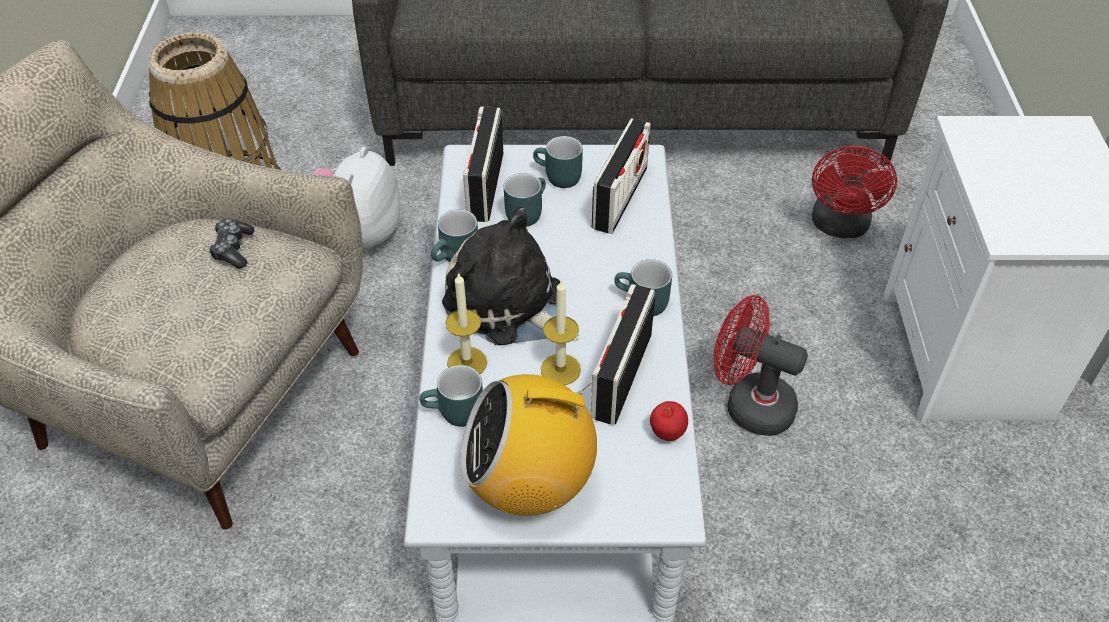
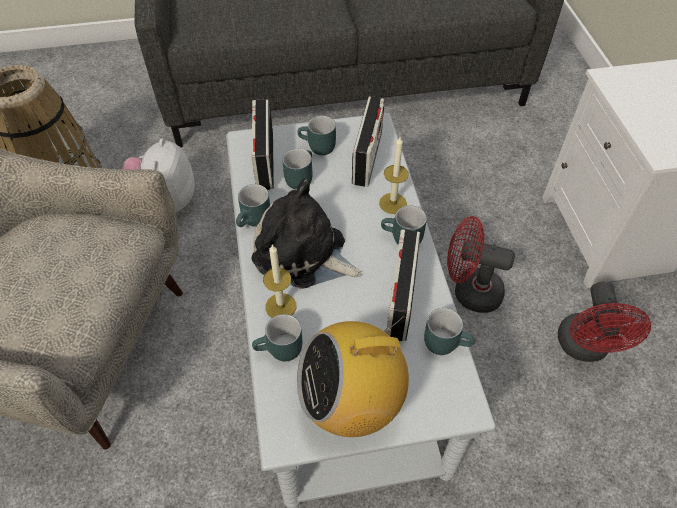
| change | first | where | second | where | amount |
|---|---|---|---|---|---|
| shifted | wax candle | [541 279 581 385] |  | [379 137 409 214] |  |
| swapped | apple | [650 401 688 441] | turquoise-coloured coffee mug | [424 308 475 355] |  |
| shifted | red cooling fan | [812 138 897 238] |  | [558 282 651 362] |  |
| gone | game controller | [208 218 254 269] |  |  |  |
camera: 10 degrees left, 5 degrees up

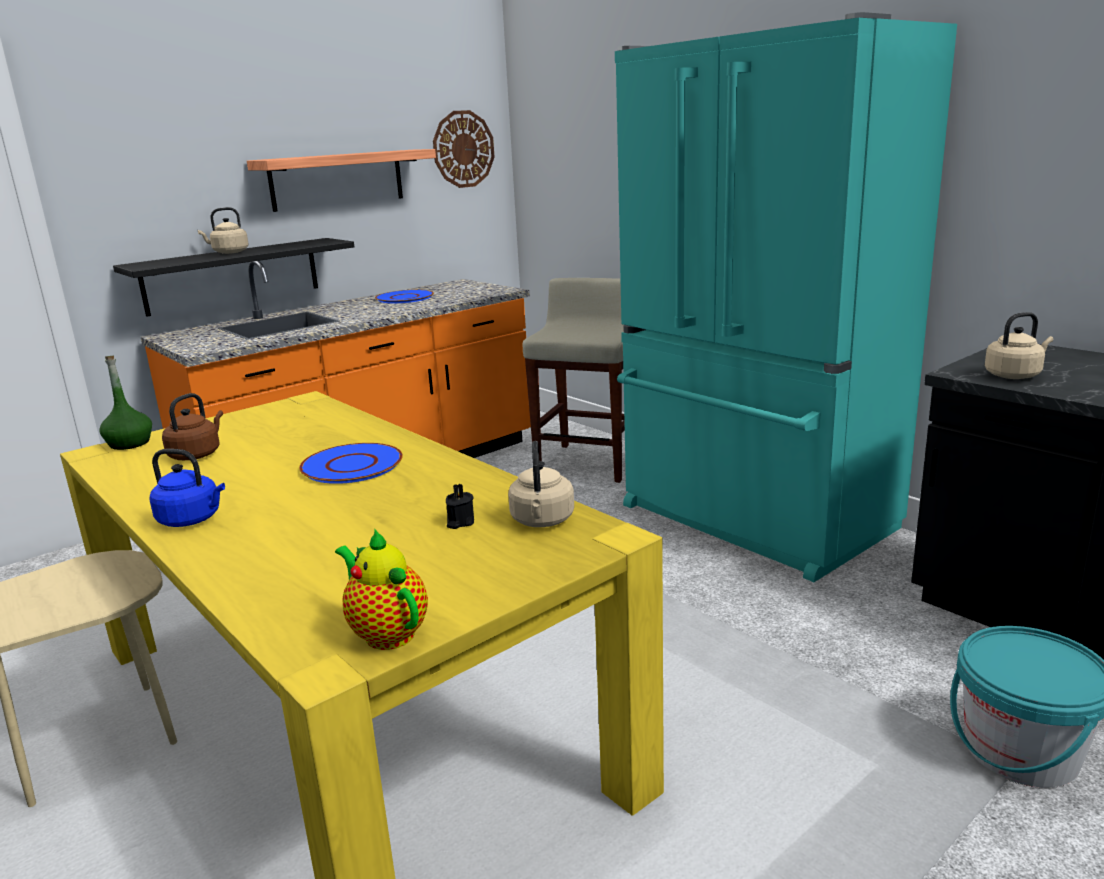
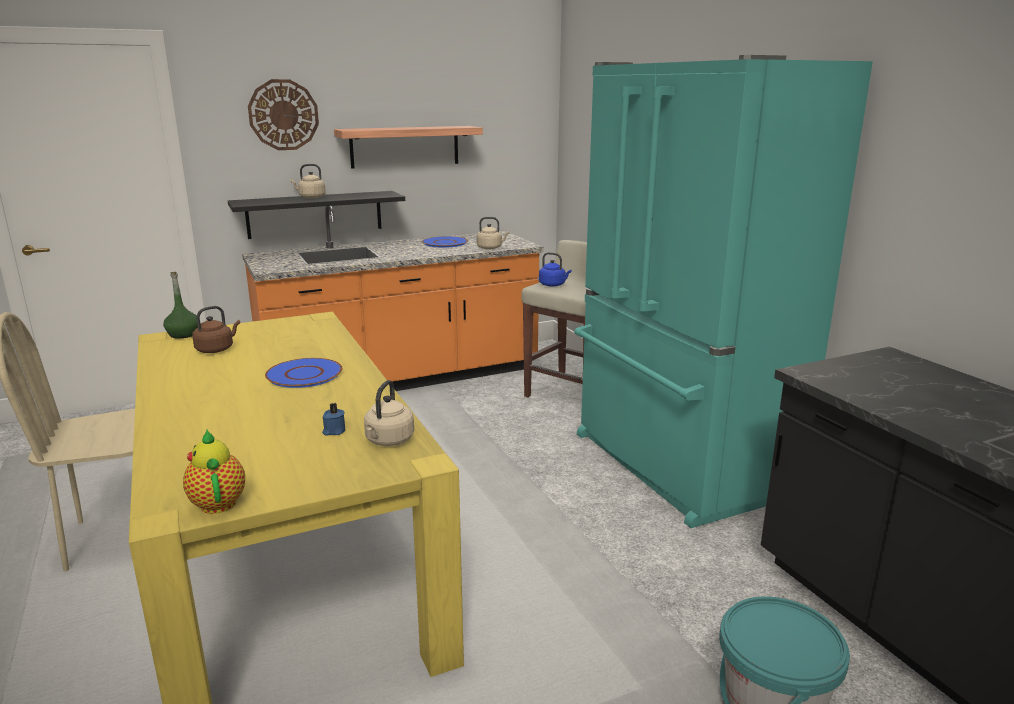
| change | first | where | second | where | amount |
|---|---|---|---|---|---|
| shifted | clock on the wall | [433 110 495 188] |  | [248 79 319 150] |  |
| repainted | blackish wax candle | [446 484 474 529] | blue wax candle | [322 403 345 436] |  |
| shifted | beige-coloured tea kettle | [985 312 1053 379] |  | [476 217 510 249] |  |
| shifted | blue tea kettle | [149 449 225 527] |  | [539 252 572 287] |  |
camera: 15 degrees right, 0 degrees up

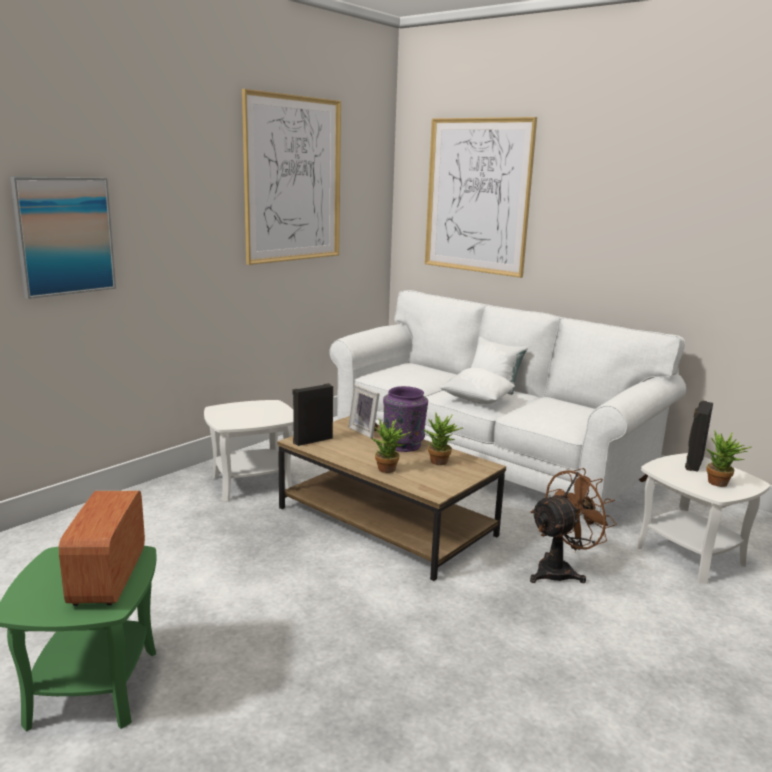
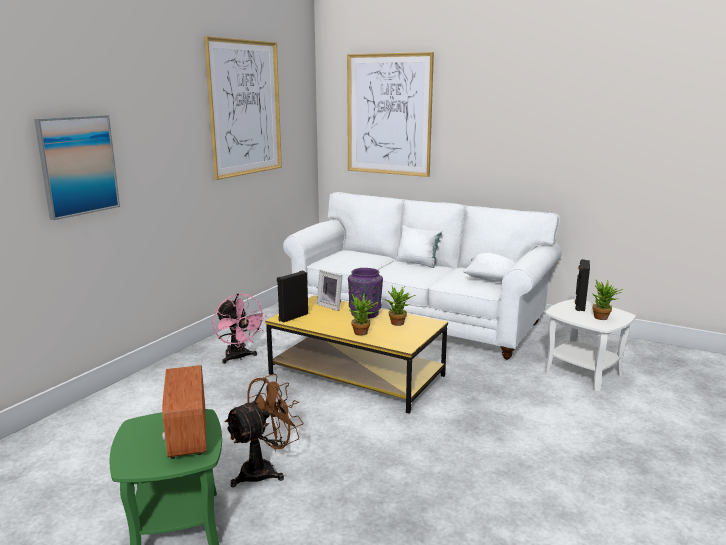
| change | first | where | second | where | amount |
|---|---|---|---|---|---|
| swapped | white-coloured accent table | [204 400 293 501] | pink-coloured cooling fan | [213 294 267 364] |  |
| shifted | brown cooling fan | [530 468 617 583] |  | [224 374 303 487] |  |
| repainted | brown low table | [277 416 506 581] | yellow-coloured low table | [265 295 448 413] |  |
| shifted | white-coloured throw pillow | [440 368 515 404] |  | [462 253 516 282] |  |
camera: 10 degrees left, 0 degrees up

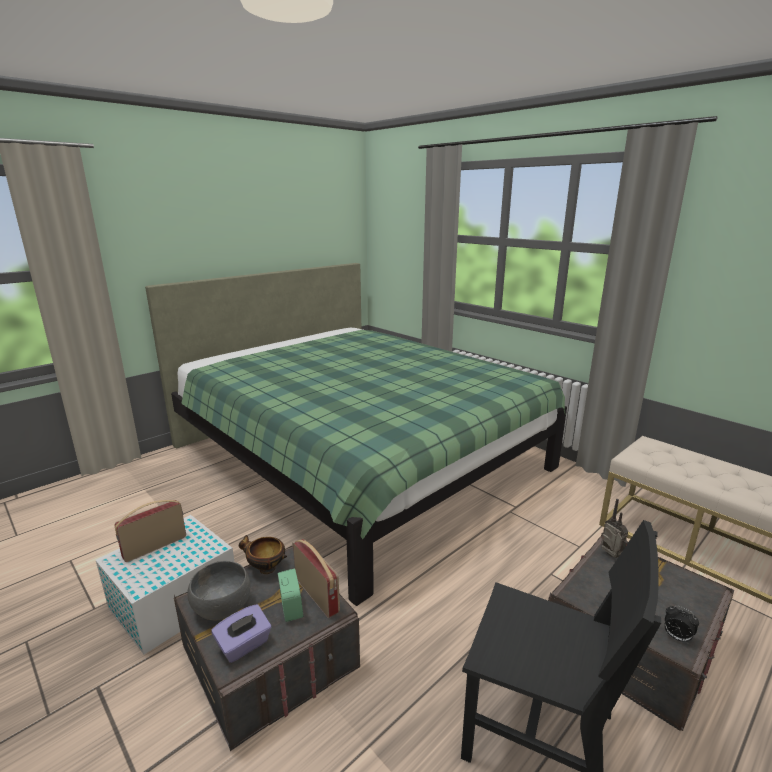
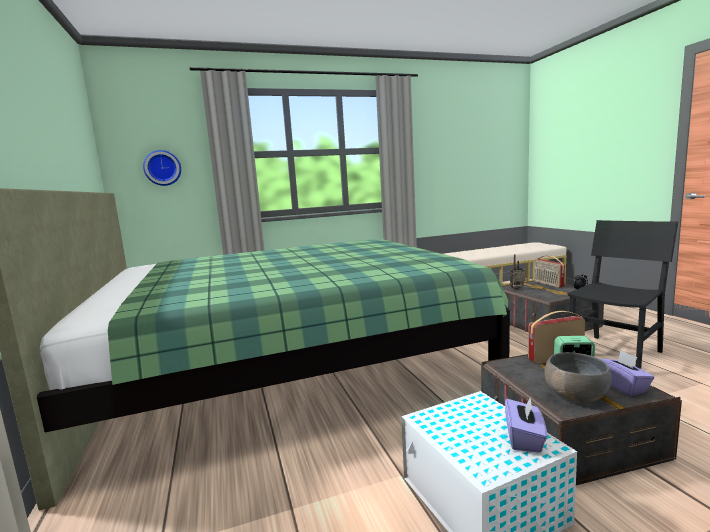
| change | first | where | second | where | amount |
|---|---|---|---|---|---|
| new |  |  | clock on the wall | [143 150 181 186] |  |
| new |  |  | purplish tissue holder | [505 396 547 453] |  |
| shifted | radio | [115 500 186 562] |  | [534 256 565 288] |  |
| gone | serving bowl | [239 535 287 574] |  |  |  |
camera: 65 degrees left, 10 degrees down

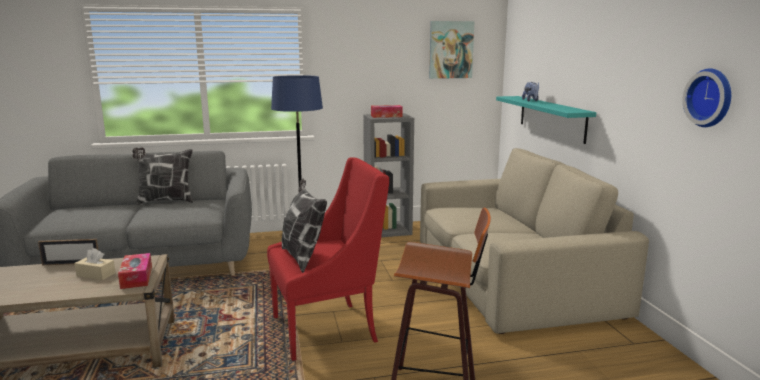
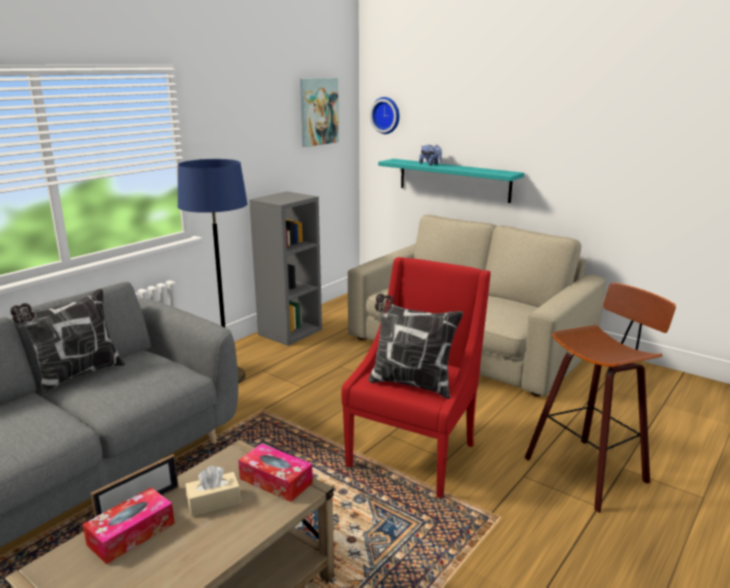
| change | first | where | second | where | amount |
|---|---|---|---|---|---|
| shifted | tissue holder | [371 105 403 118] |  | [82 487 175 565] |  |
| shifted | clock on the wall | [682 68 731 127] |  | [370 97 400 134] |  |
camera: 40 degrees left, 5 degrees up

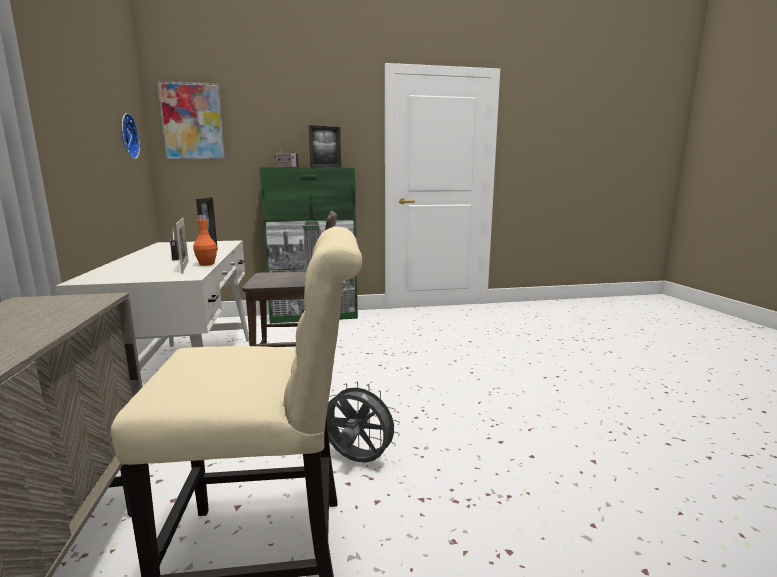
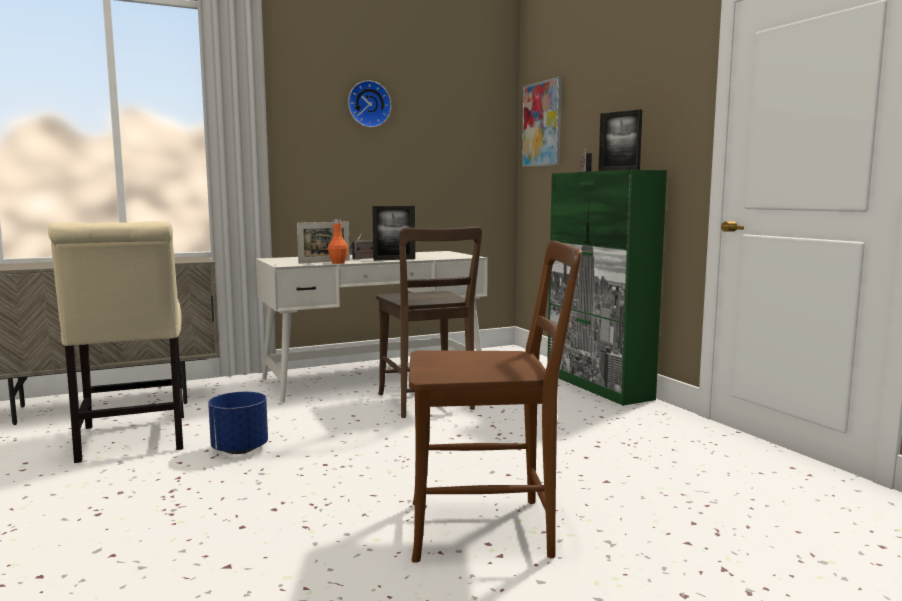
| change | first | where | second | where | amount |
|---|---|---|---|---|---|
| swapped | gray cooling fan | [327 381 400 462] | blue flower pot | [208 392 268 454] |  |
| shifted | clock on the wall | [121 113 140 159] |  | [348 80 391 127] |  |
| new |  |  | brown chair | [409 241 582 563] |  |
camera: 75 degrees right, 5 degrees down

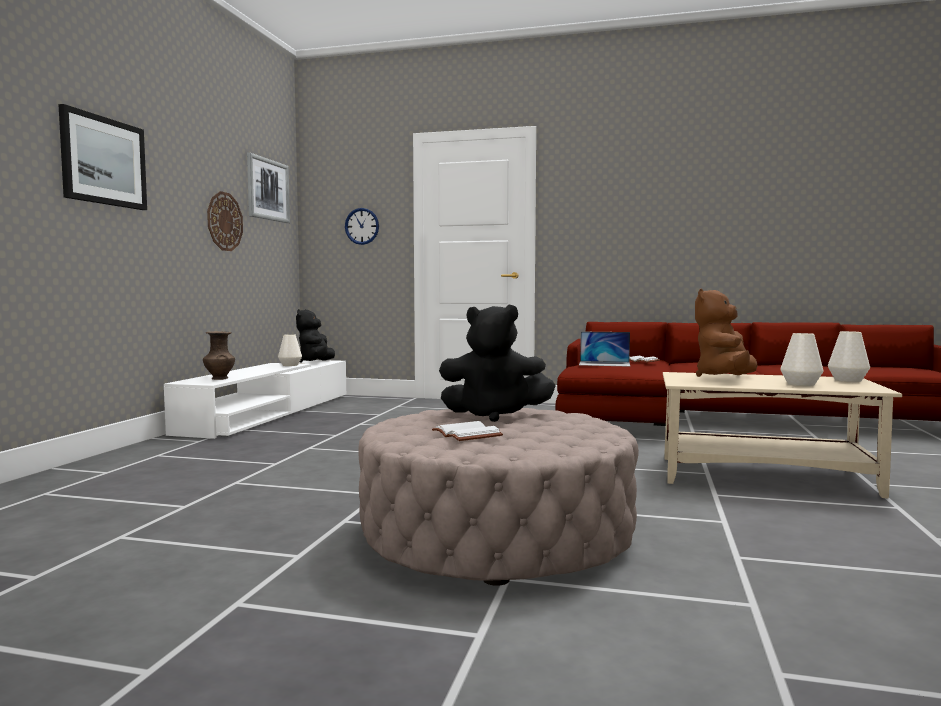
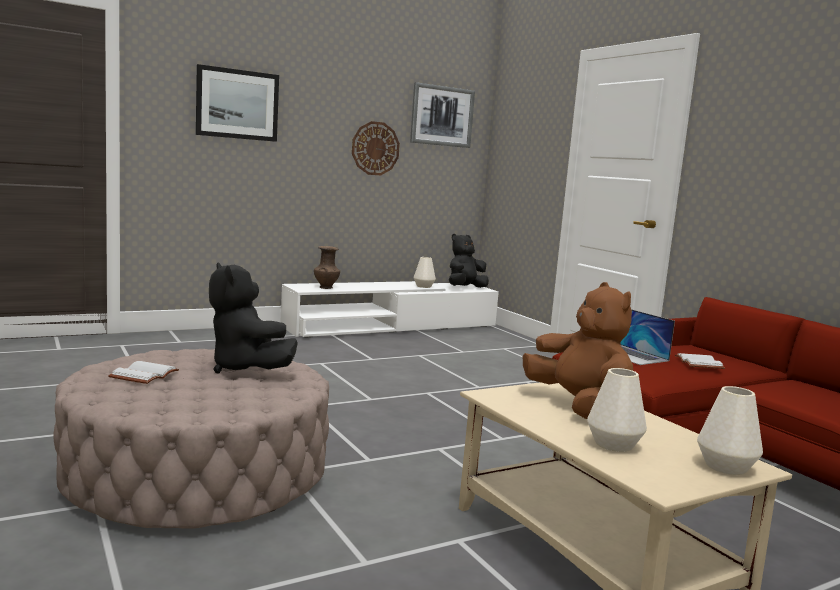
| change | first | where | second | where | amount |
|---|---|---|---|---|---|
| rotated | brown soft toy | [695 288 758 377] |  | [523 282 633 419] | 75 degrees clockwise |
| gone | clock on the wall | [345 208 379 245] |  |  |  |
camera: 45 degrees right, 5 degrees up

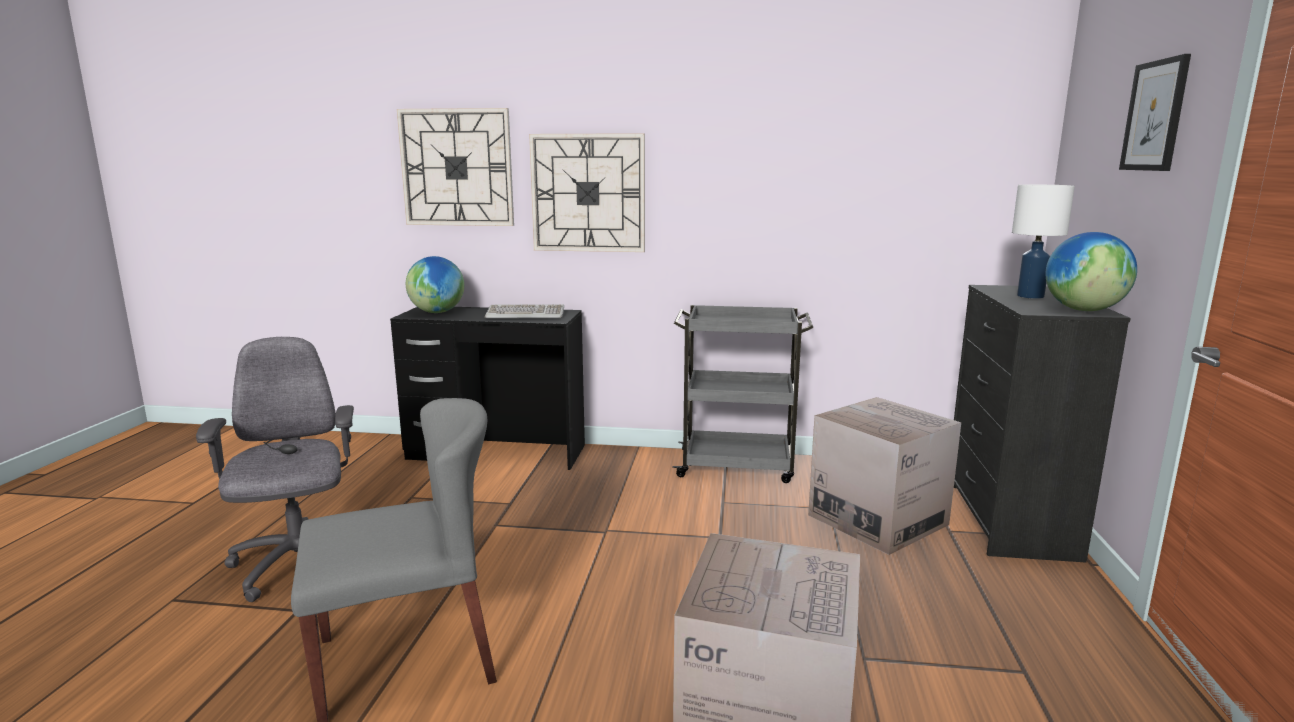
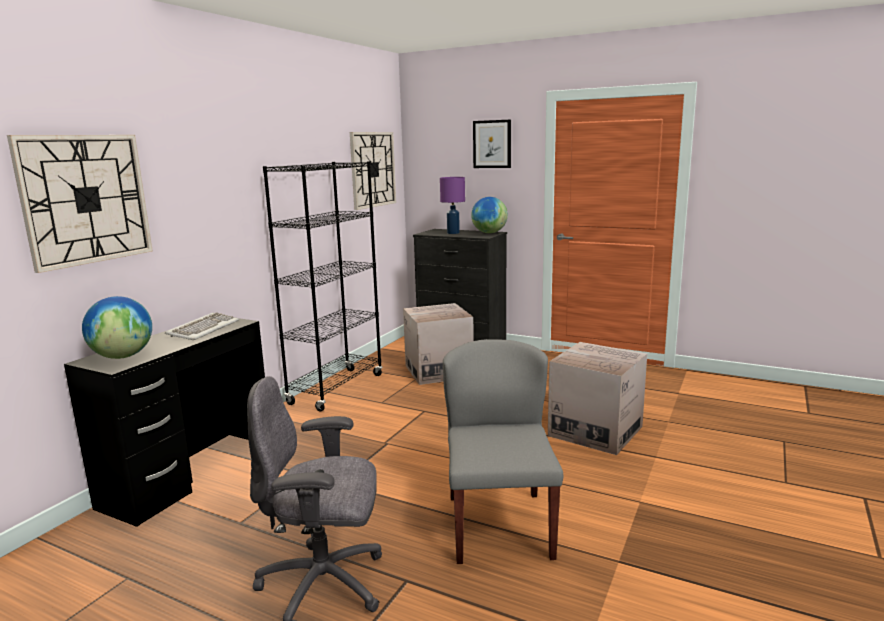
| change | first | where | second | where | amount |
|---|---|---|---|---|---|
| swapped | gray wheeled cart | [672 305 813 483] | blackish bookcase | [263 161 383 411] |  |
| shifted | clock on the wall | [529 133 645 252] |  | [350 132 396 210] |  |
| repainted | white-coloured lamp for a table | [1012 185 1075 299] | purplish lamp for a table | [440 177 465 234] |  |
camera: 70 degrees left, 0 degrees up

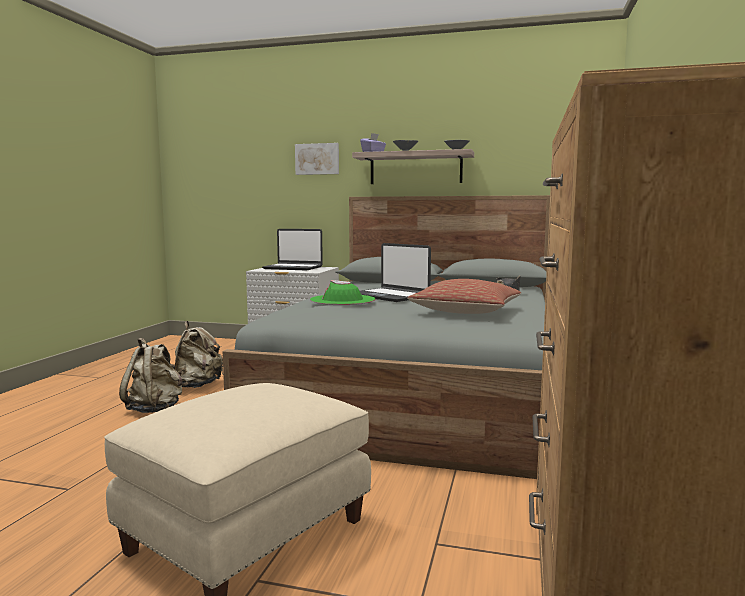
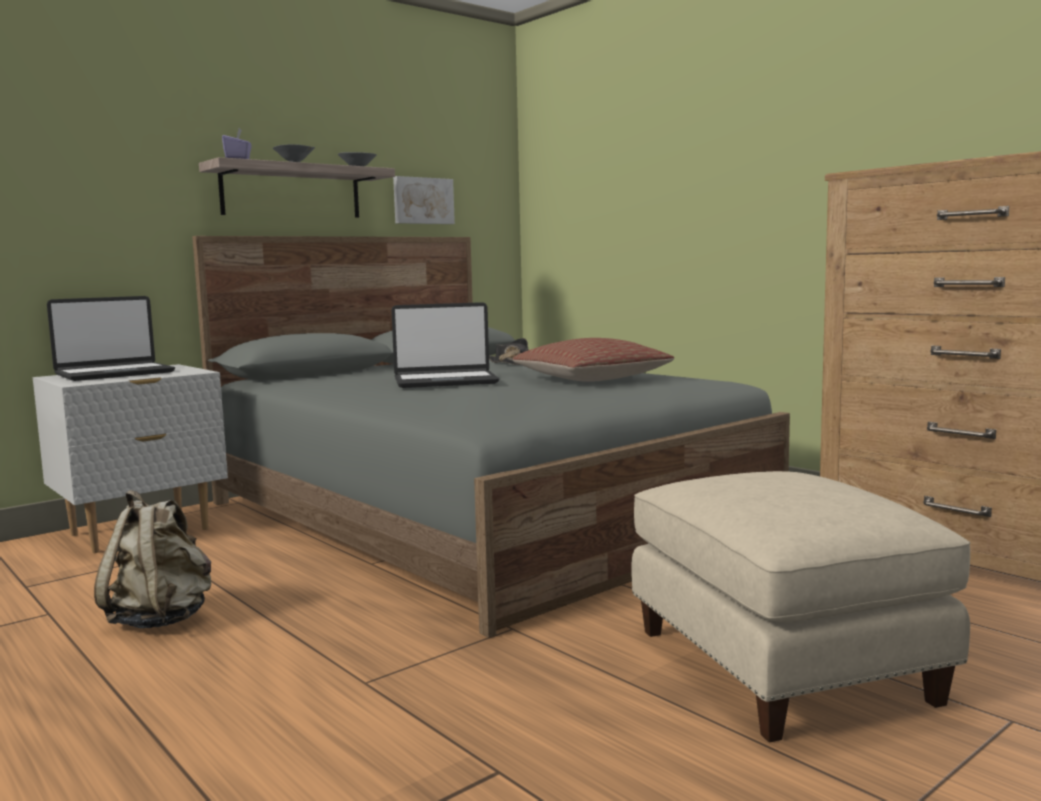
| change | first | where | second | where | amount |
|---|---|---|---|---|---|
| shifted | picture | [295 143 339 175] |  | [393 176 455 224] |  |
| gone | beige-coloured backpack | [119 338 182 413] |  |  |  |
| gone | green-coloured hat | [310 280 375 305] |  |  |  |
camera: 55 degrees left, 0 degrees up

